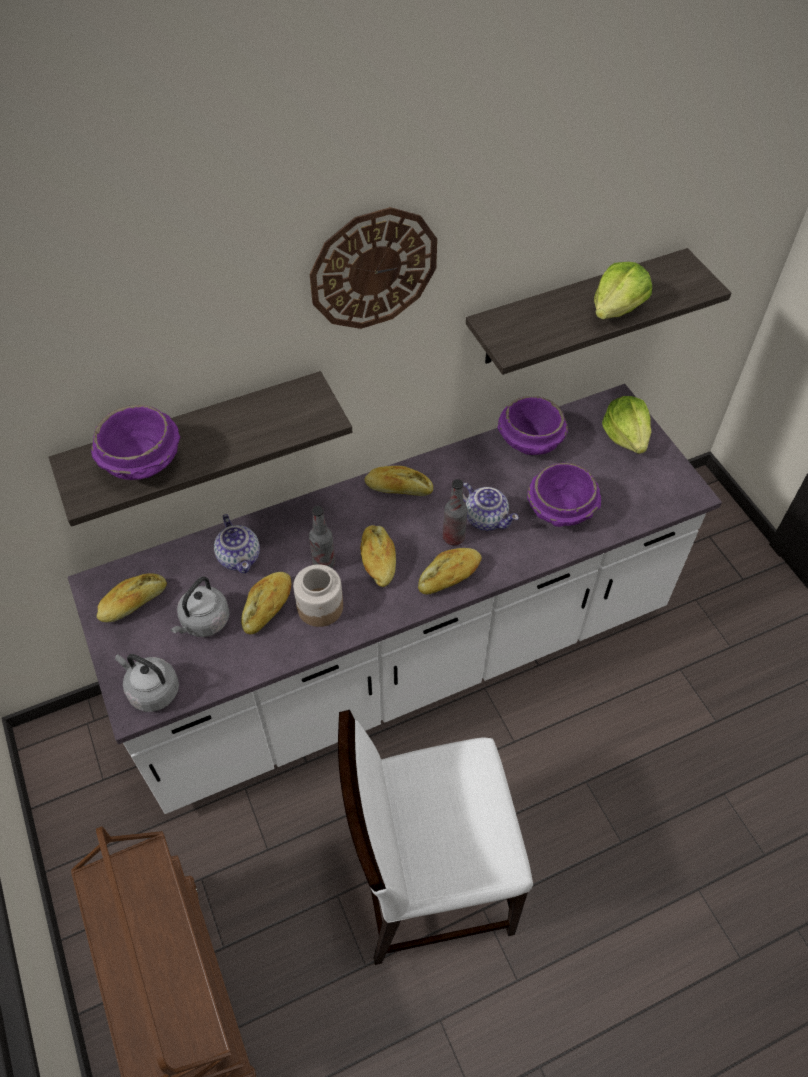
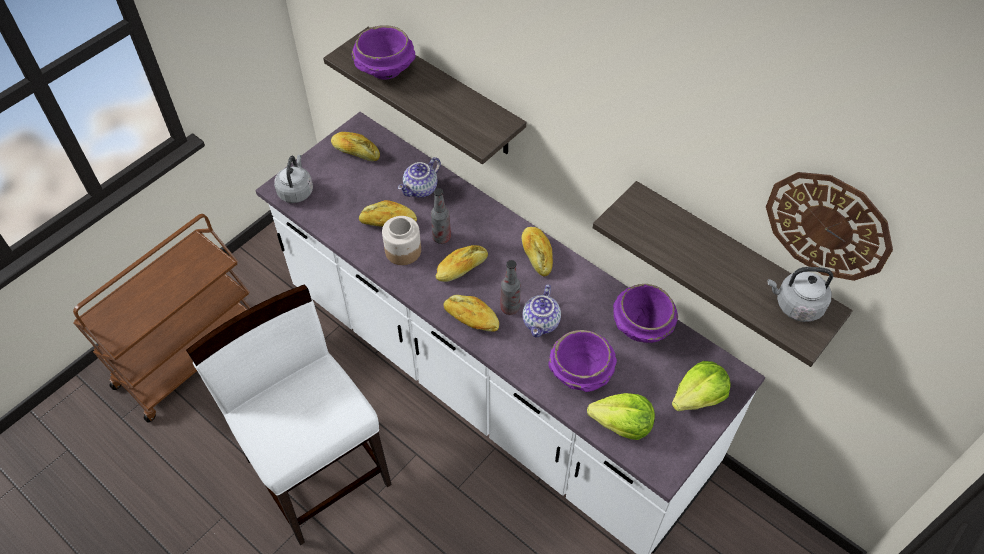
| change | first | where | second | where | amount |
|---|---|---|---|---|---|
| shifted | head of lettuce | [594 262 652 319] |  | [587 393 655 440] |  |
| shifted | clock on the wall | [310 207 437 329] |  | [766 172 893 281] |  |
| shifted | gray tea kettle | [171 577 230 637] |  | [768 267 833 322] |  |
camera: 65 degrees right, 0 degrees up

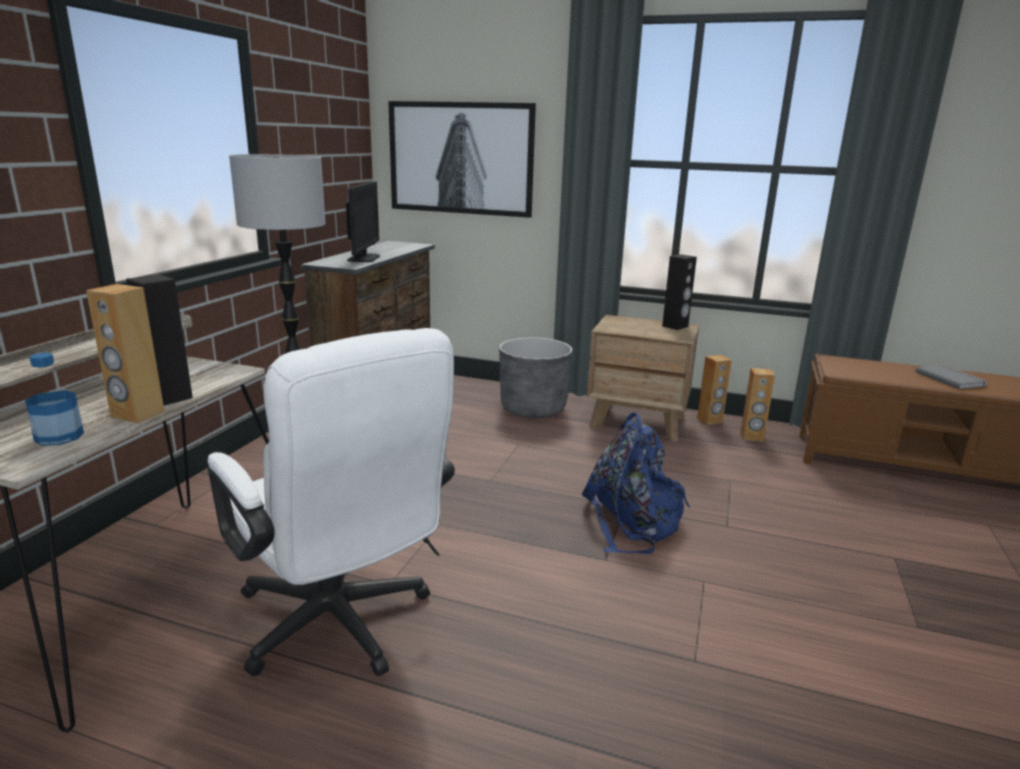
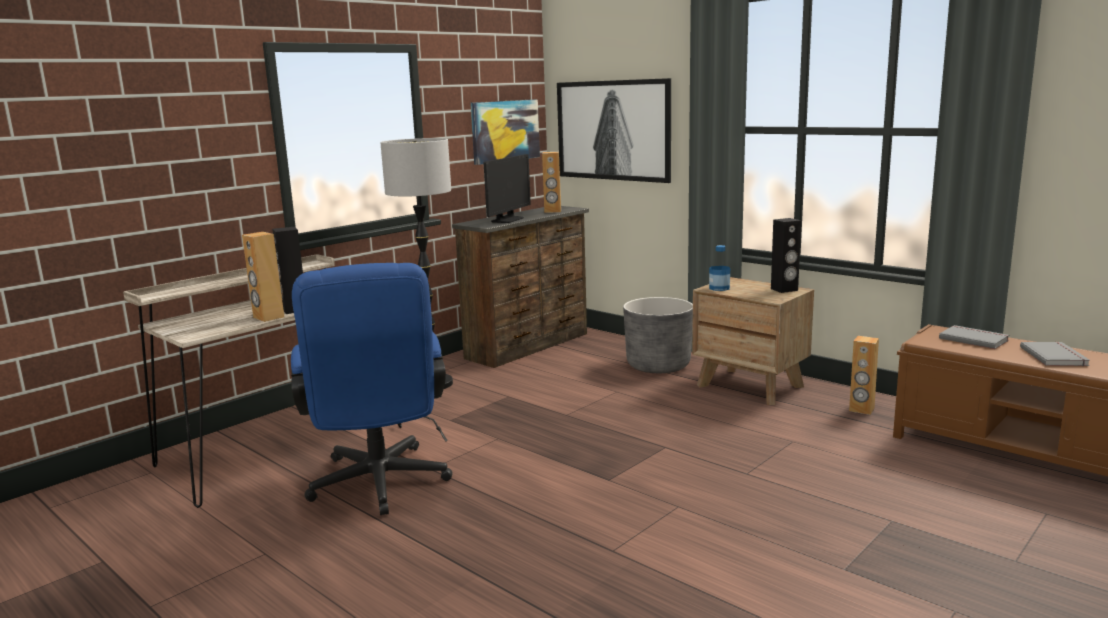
| change | first | where | second | where | amount |
|---|---|---|---|---|---|
| repainted | white-coloured desk chair | [207 328 455 676] | blue desk chair | [291 263 453 515] |  |
| new |  |  | picture | [471 99 540 165] |  |
| shifted | brown loudspeaker | [697 355 732 425] |  | [542 152 561 213] |  |
| shifted | beverage bottle | [25 353 84 446] |  | [709 245 730 291] |  |
| new |  |  | gray bound book | [939 325 1009 349] |  |
| gone | blue backpack | [582 413 690 554] |  |  |  |
camera: 25 degrees right, 5 degrees down

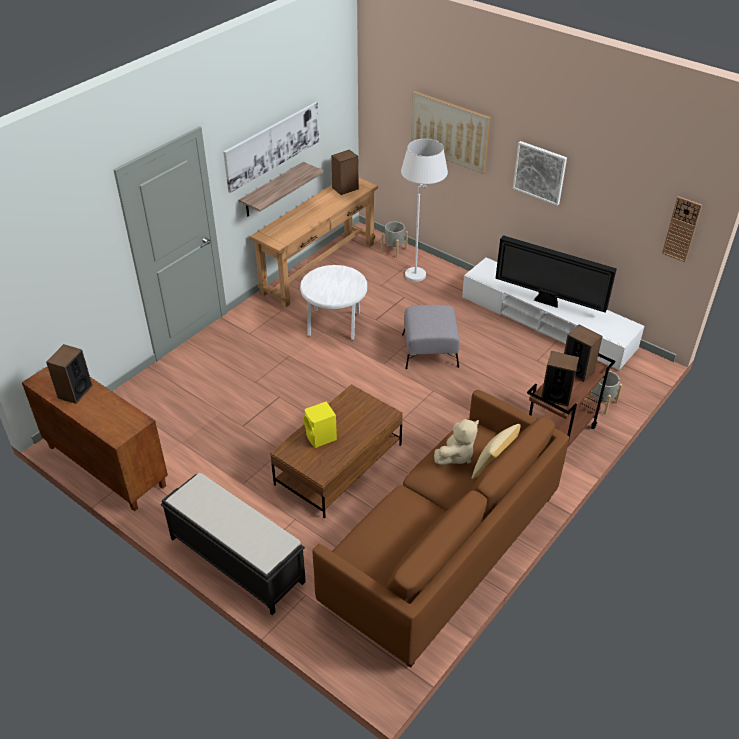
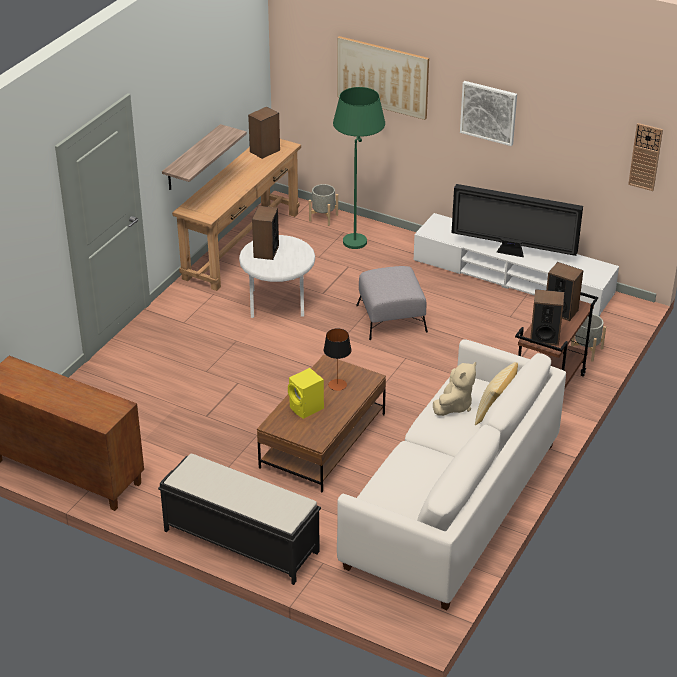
| change | first | where | second | where | amount |
|---|---|---|---|---|---|
| shifted | loudspeaker | [46 344 92 404] |  | [252 206 279 260] |  |
| new |  |  | lamp for a table | [324 328 351 391] |  |
| repainted | white-coloured floor lamp | [401 139 448 282] | green-coloured floor lamp | [333 87 385 249] |  |
| repainted | brown sofa | [313 390 569 668] | white-coloured sofa | [337 339 566 610] |  |
| gone | picture | [223 102 319 193] |  |  |  |
camera: 10 degrees left, 5 degrees down

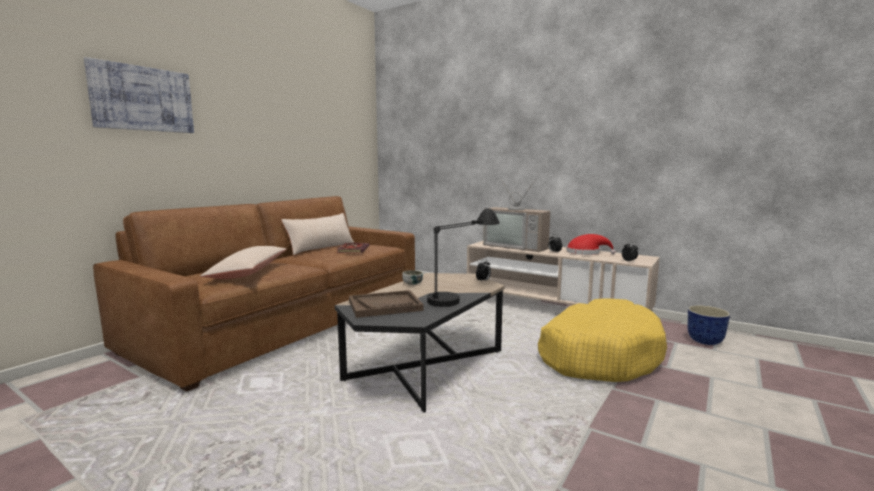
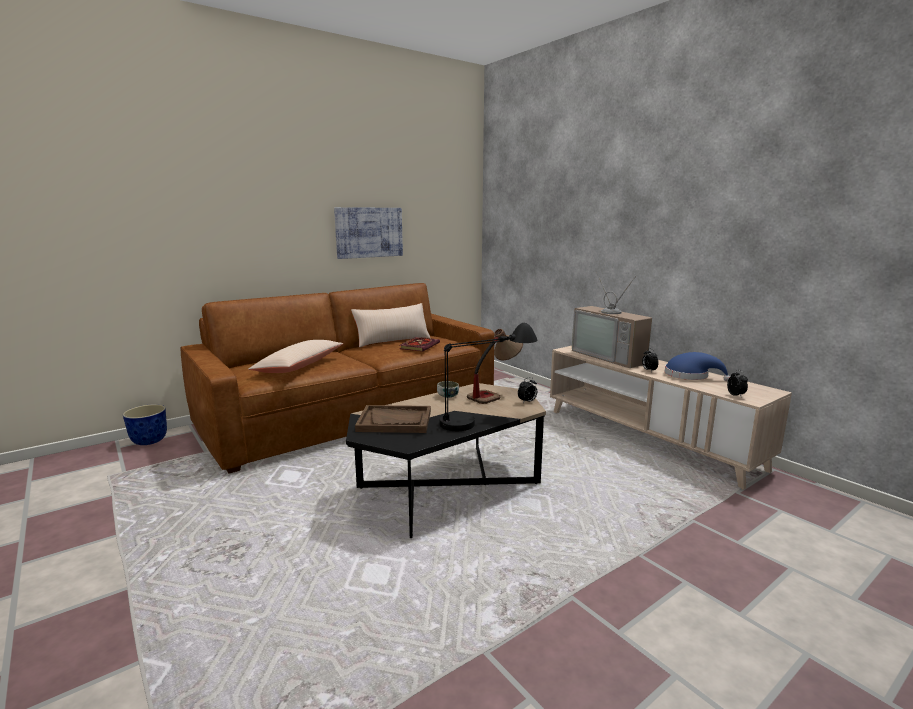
| change | first | where | second | where | amount |
|---|---|---|---|---|---|
| shifted | flower pot | [688 305 730 345] |  | [123 404 167 445] |  |
| shifted | picture | [84 57 194 133] |  | [334 207 403 259] |  |
| new |  |  | lamp for a table | [467 329 523 404] |  |
| repainted | red hat | [566 234 616 255] | blue hat | [665 352 730 381] |  |
| gone | yellow-coloured pet bed | [538 298 667 382] |  |  |  |
camera: 20 degrees right, 5 degrees up

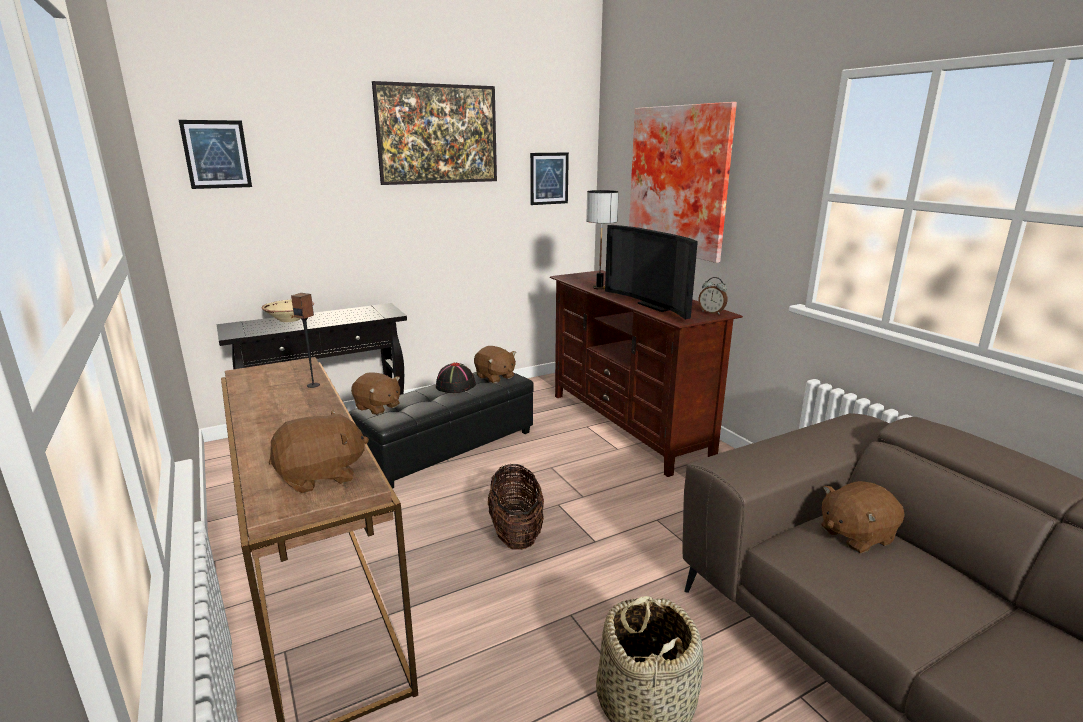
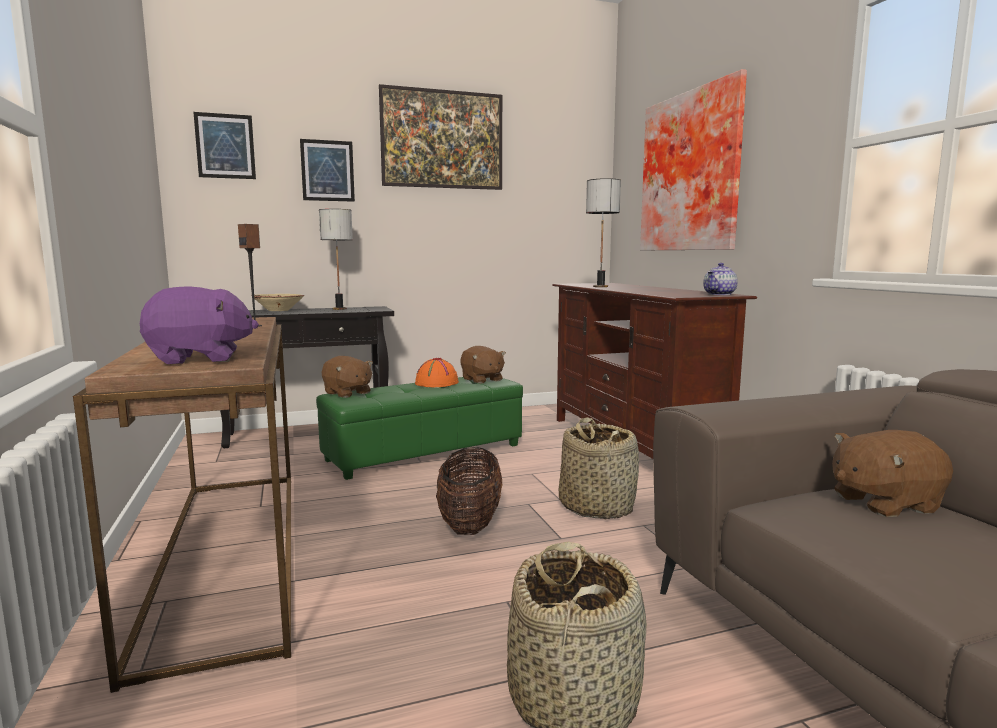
| change | first | where | second | where | amount |
|---|---|---|---|---|---|
| repainted | brown soft toy | [269 410 369 493] | purplish soft toy | [140 286 259 364] |  |
| shifted | picture | [530 152 569 205] |  | [300 139 355 202] |  |
| repainted | blackish footrest | [349 372 534 489] | green-coloured footrest | [316 377 523 480] |  |
| new |  |  | lamp for a table | [319 209 353 310] |  |
| repainted | blackish hat | [436 362 476 393] | orangey hat | [415 358 459 387] |  |
| new |  |  | storage basket | [559 417 639 519] |  |
| swapped | bedside clock | [698 277 727 315] | tea pot | [703 263 738 295] |  |
| gone | TV set | [605 225 698 319] |  |  |  |
camera: 10 degrees right, 10 degrees down

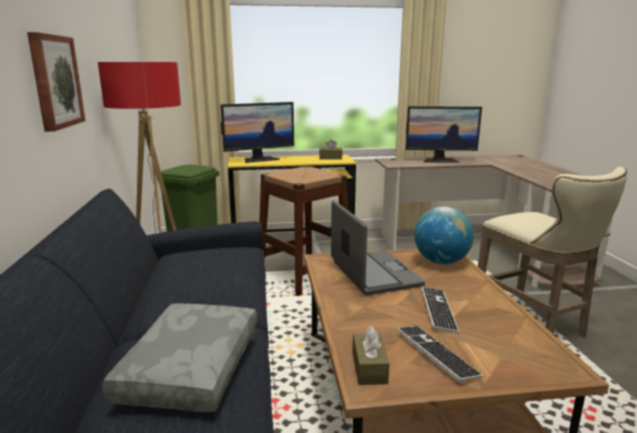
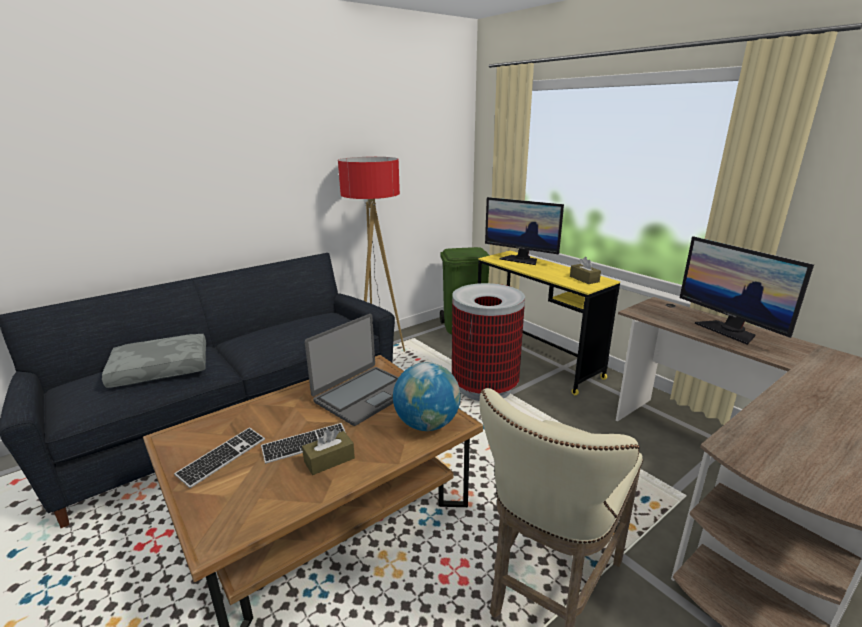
| change | first | where | second | where | amount |
|---|---|---|---|---|---|
| shifted | brown tissue holder | [352 326 389 385] |  | [302 429 355 475] |  |
| swapped | brown stool | [259 166 348 296] | waste bin | [452 283 525 401] |  |
| gone | picture | [27 32 86 132] |  |  |  |
camera: 60 degrees right, 5 degrees up

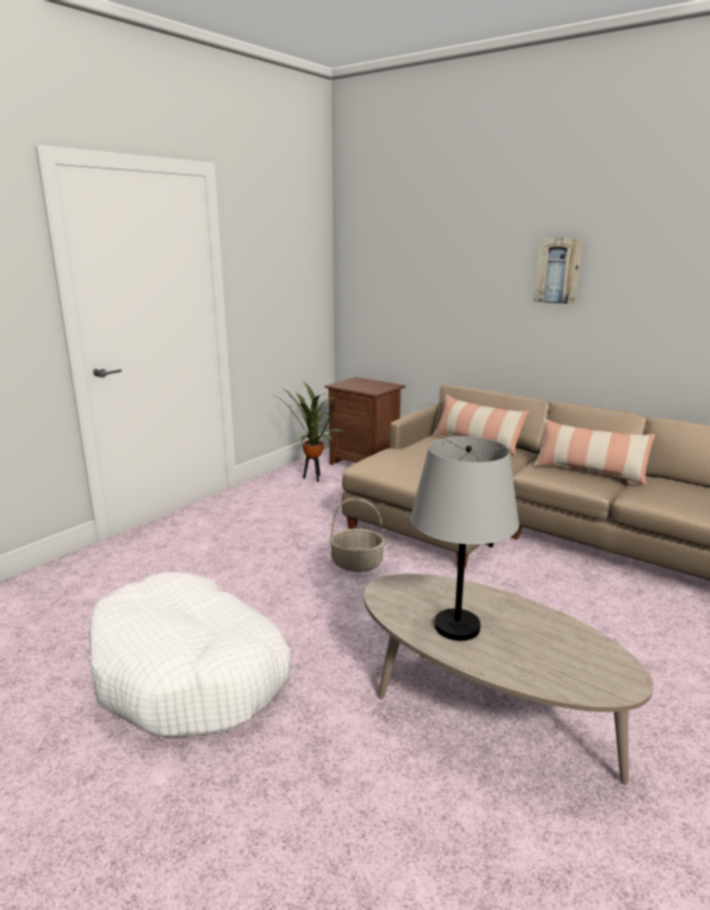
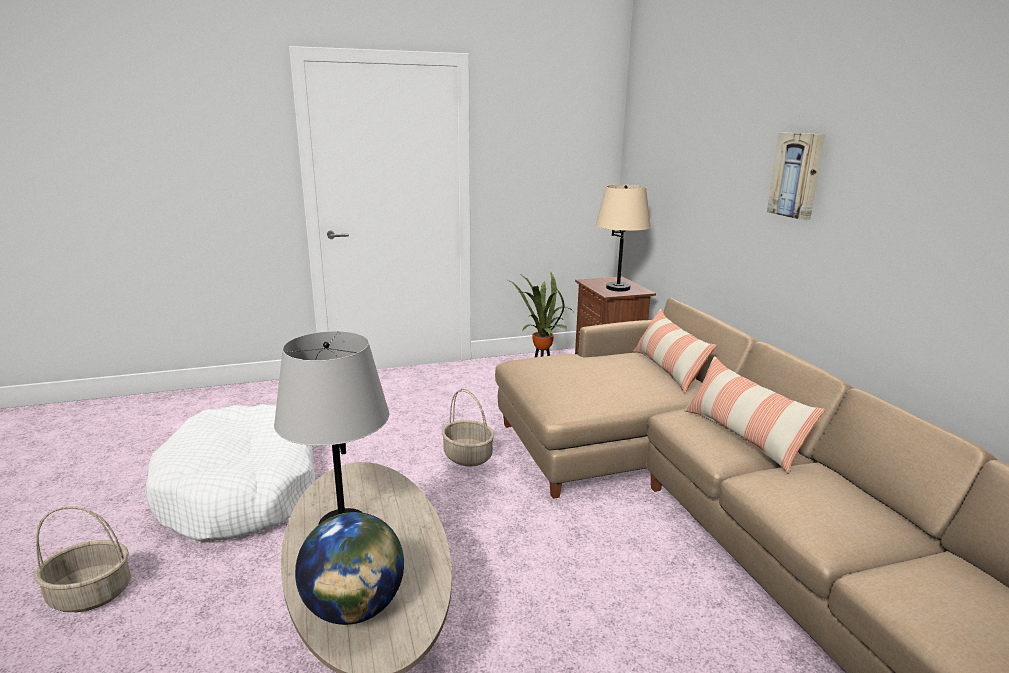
| change | first | where | second | where | amount |
|---|---|---|---|---|---|
| new |  |  | storage basket | [34 506 131 612] |  |
| new |  |  | desk globe | [295 512 404 625] |  |
| new |  |  | beige-coloured lamp for a table | [596 185 651 291] |  |
camera: 35 degrees right, 0 degrees up

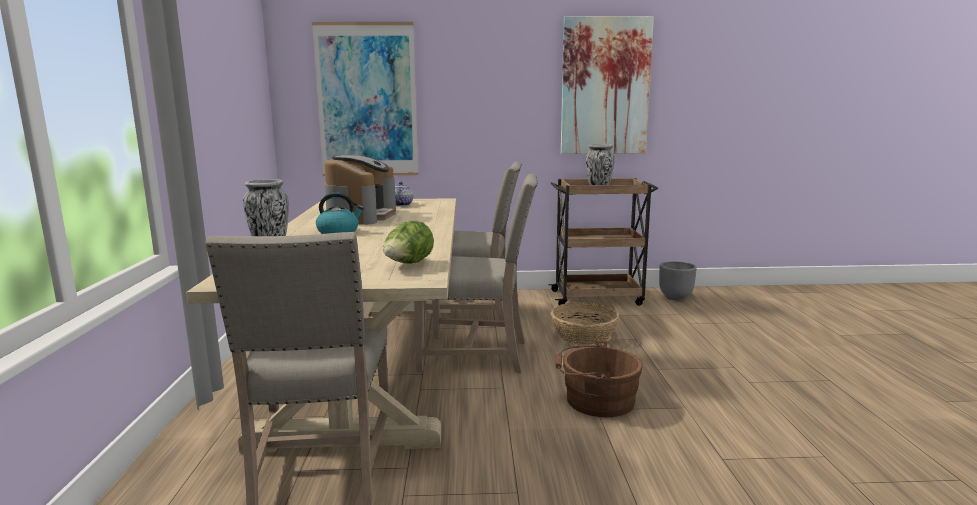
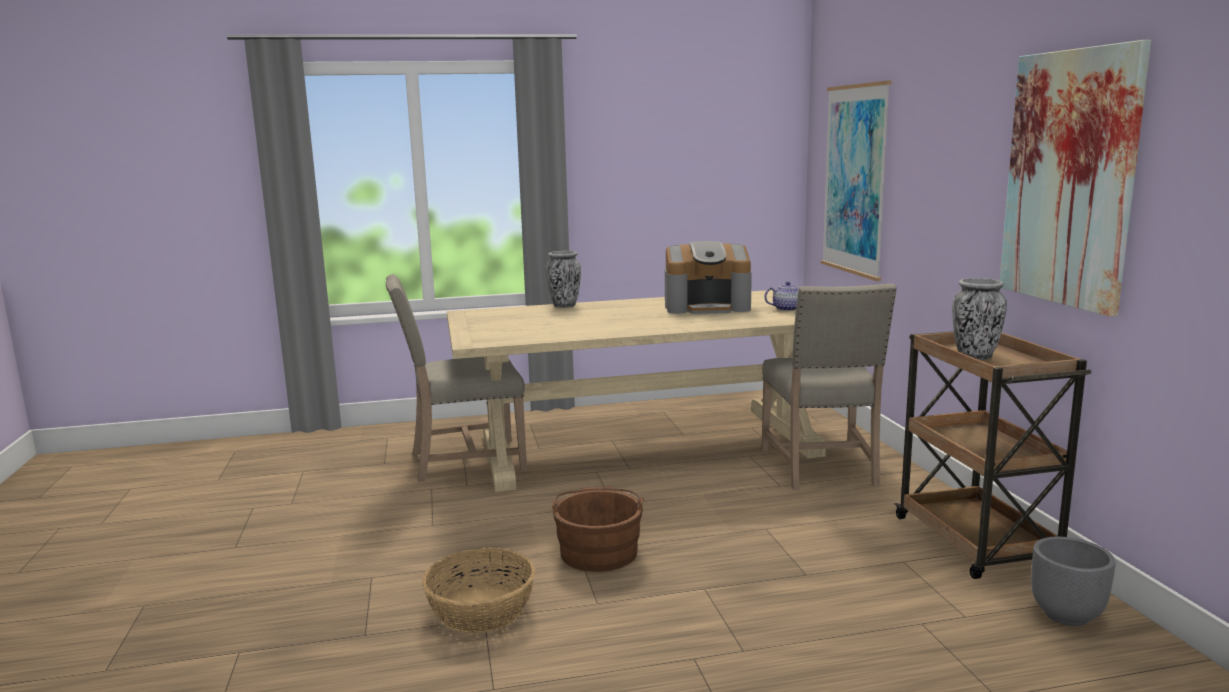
| change | first | where | second | where | amount |
|---|---|---|---|---|---|
| shifted | storage basket | [551 302 619 345] |  | [422 548 535 633] |  |
| gone | tea kettle | [316 192 364 234] |  |  |  |
| gone | head of lettuce | [383 221 434 264] |  |  |  |
| gone | beige-coloured chair | [414 174 538 373] |  |  |  |
camera: 80 degrees right, 0 degrees up

